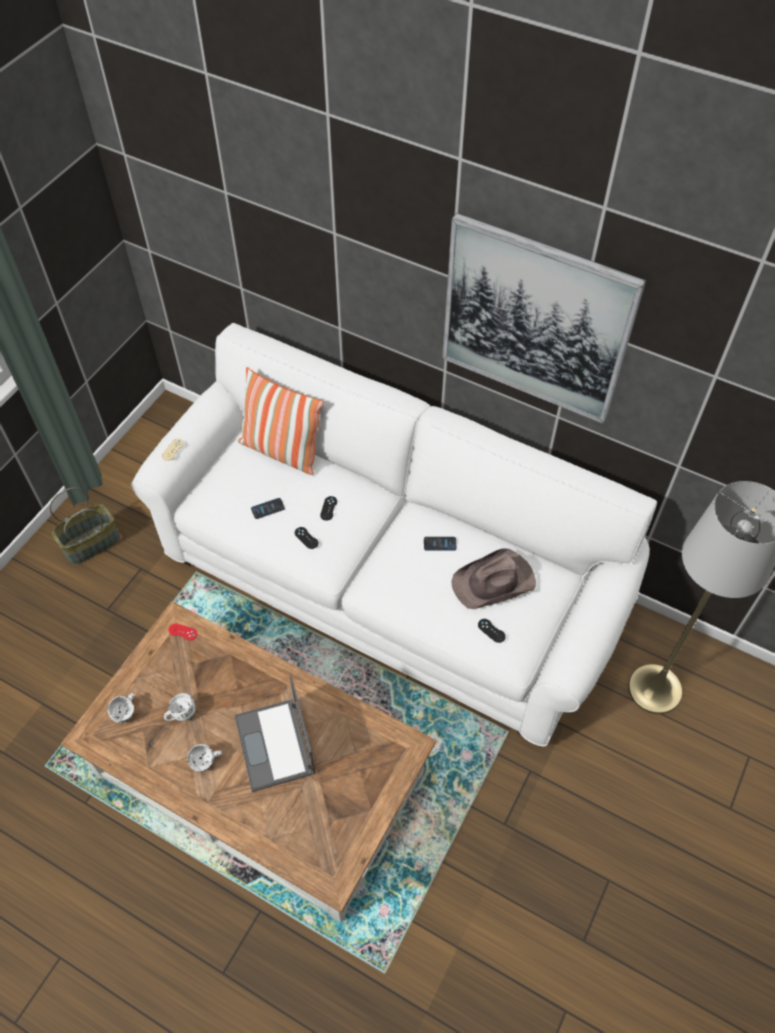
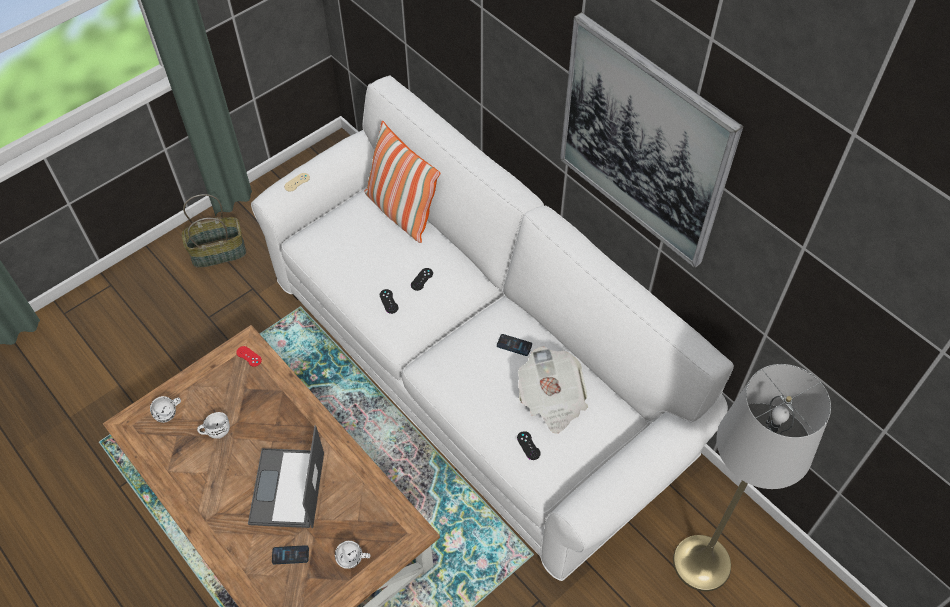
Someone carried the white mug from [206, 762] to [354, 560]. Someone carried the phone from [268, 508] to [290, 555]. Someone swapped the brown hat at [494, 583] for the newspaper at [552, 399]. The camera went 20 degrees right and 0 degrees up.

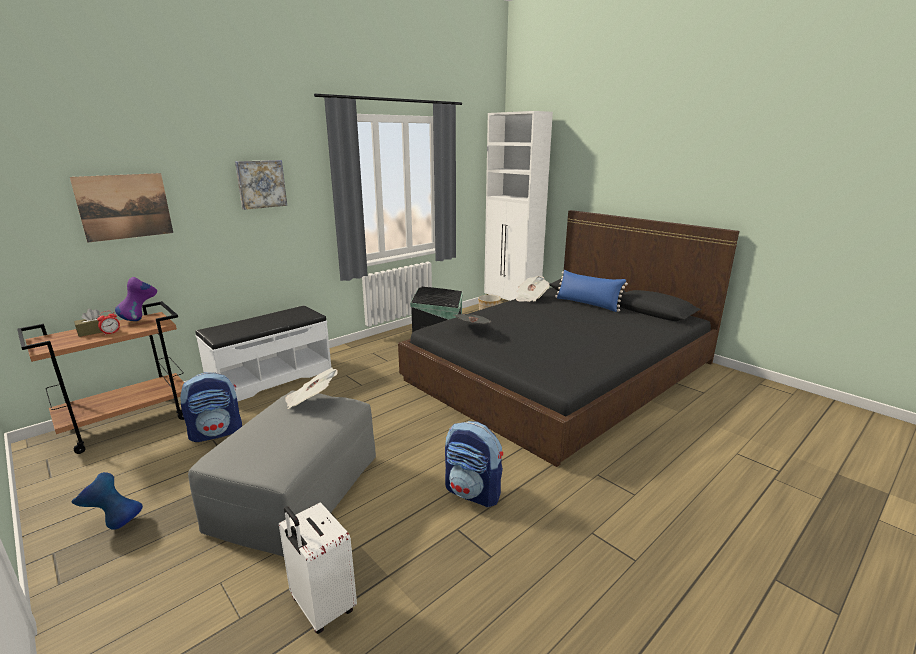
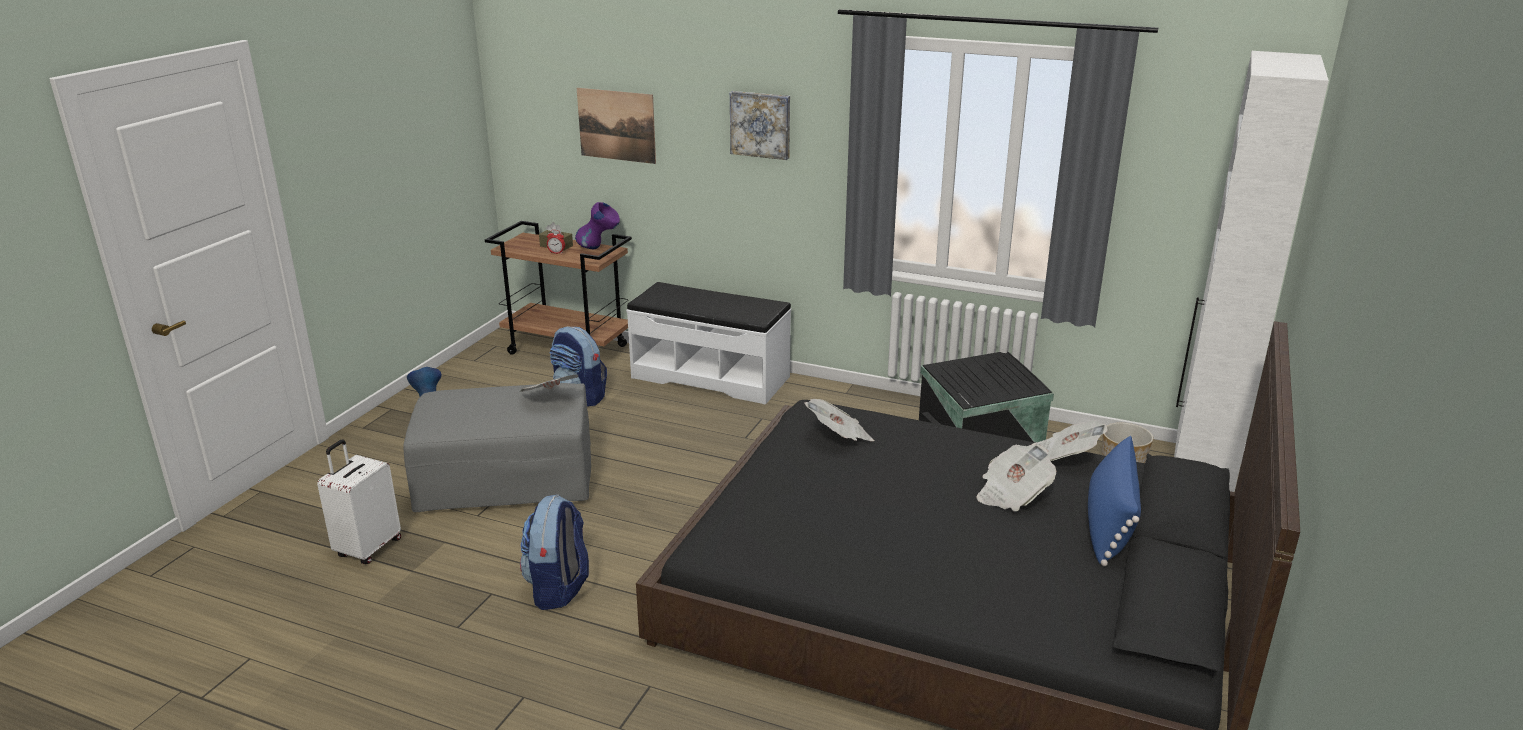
Someone put down the newspaper at [1012, 494]. The camera went 65 degrees right and 5 degrees up.

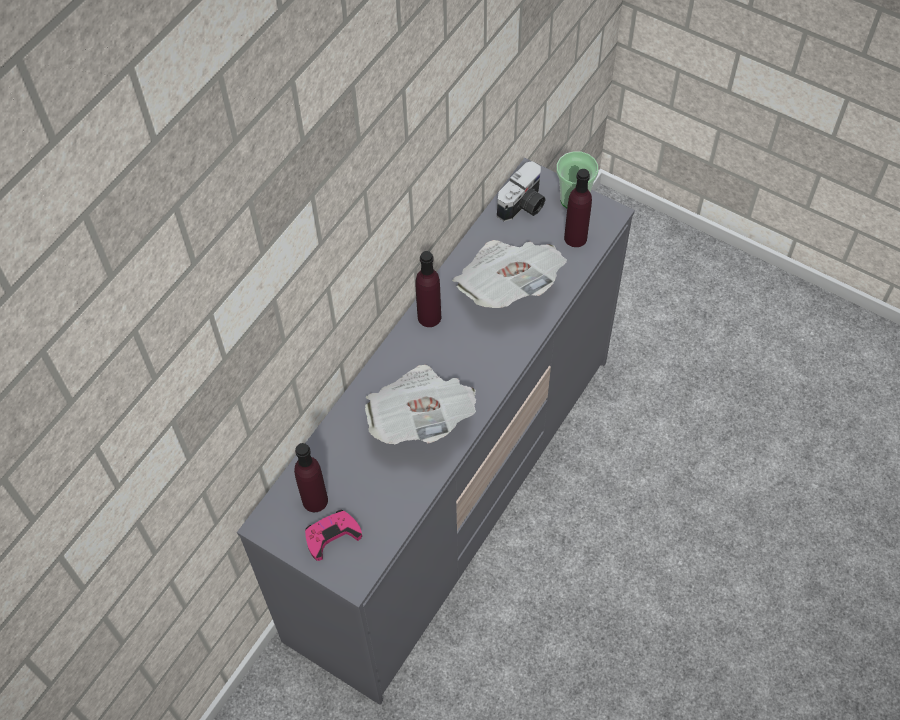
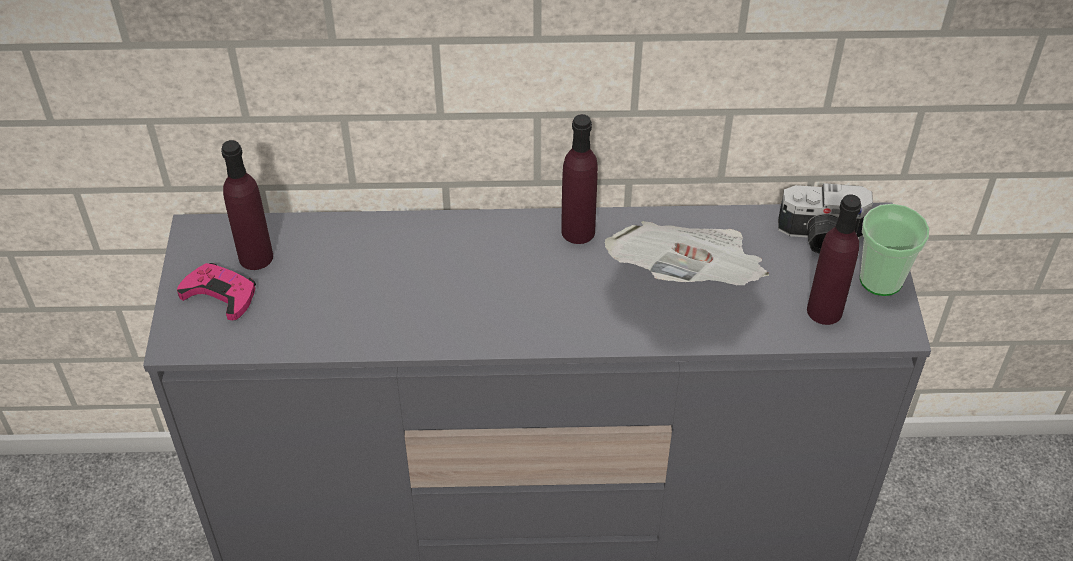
Someone took away the newspaper at [420, 418]. The camera went 55 degrees right and 10 degrees down.

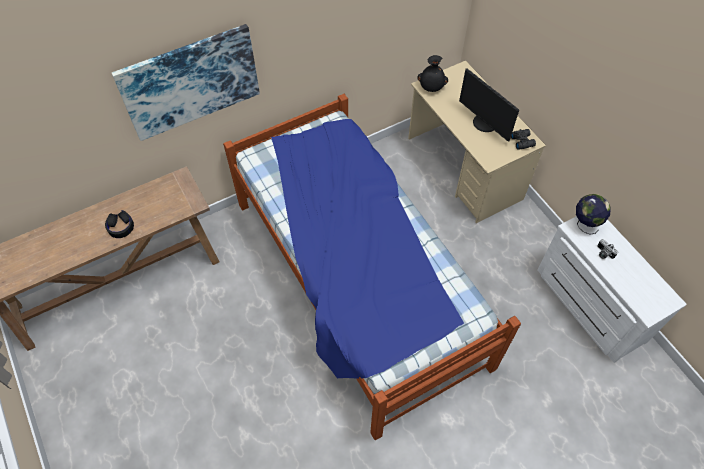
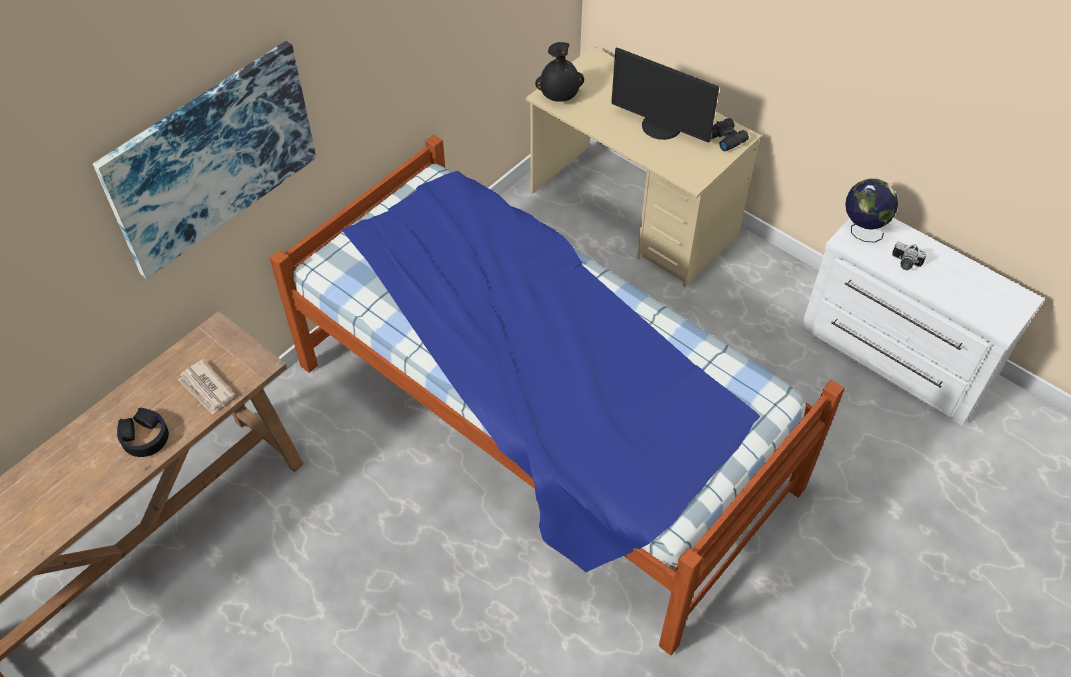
Someone put down the newspaper at [207, 389]. The camera went 20 degrees left and 5 degrees down.

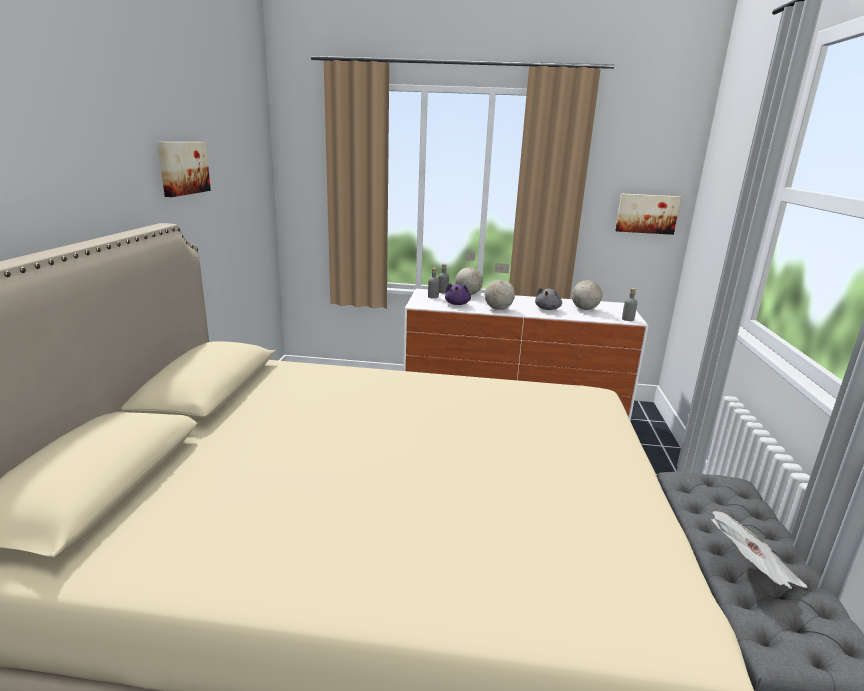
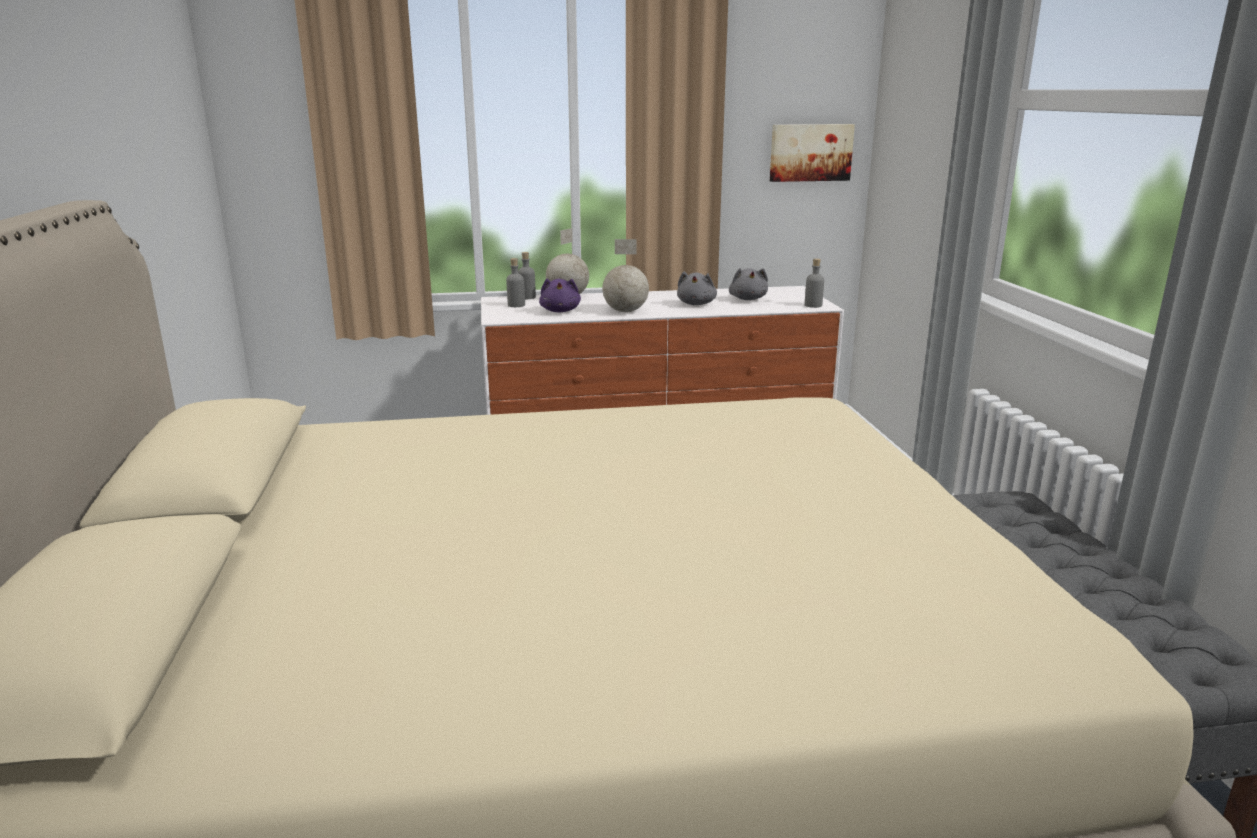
Someone took away the picture at [182, 168]. Someone swapped the globe at [585, 309] for the grey plush toy at [748, 299]. Someone took away the newspaper at [751, 570]. The camera went 15 degrees left and 0 degrees up.

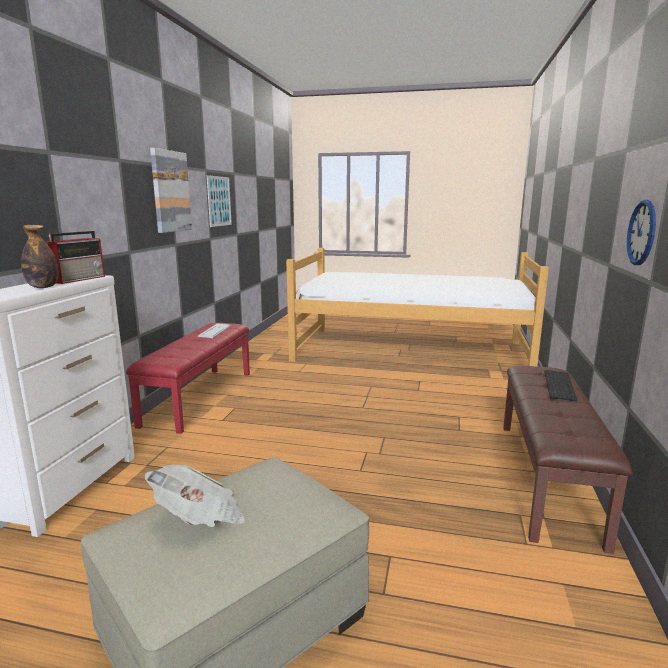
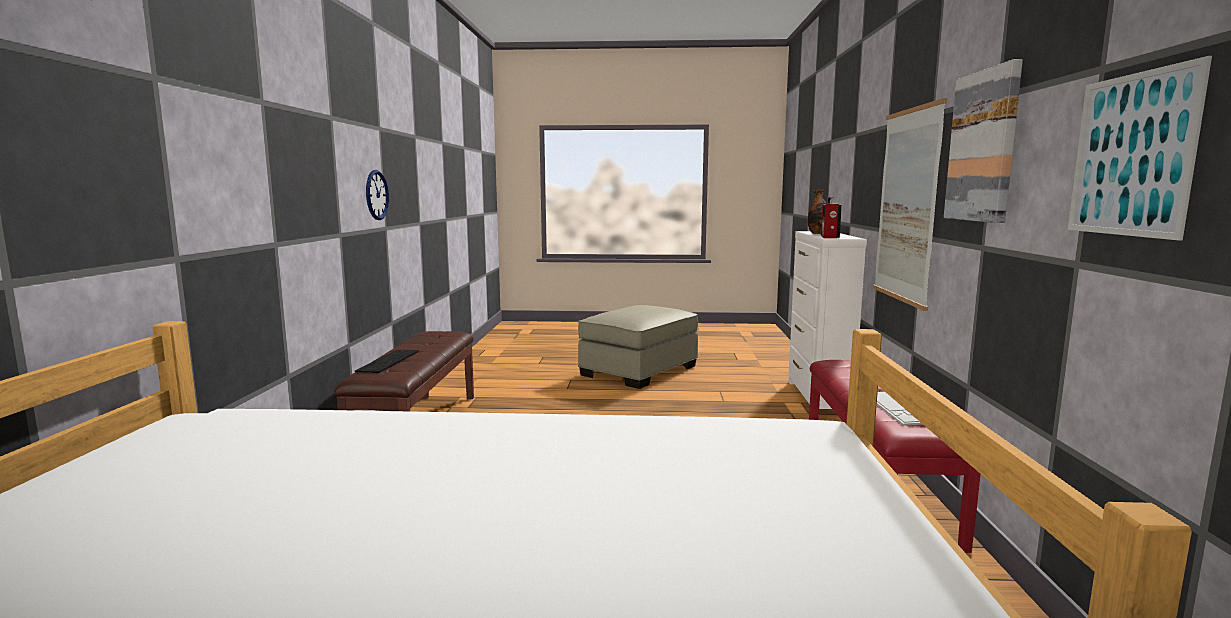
Someone took away the newspaper at [199, 517]. Someone put up the picture at [907, 205]. The camera went 170 degrees right and 5 degrees down.

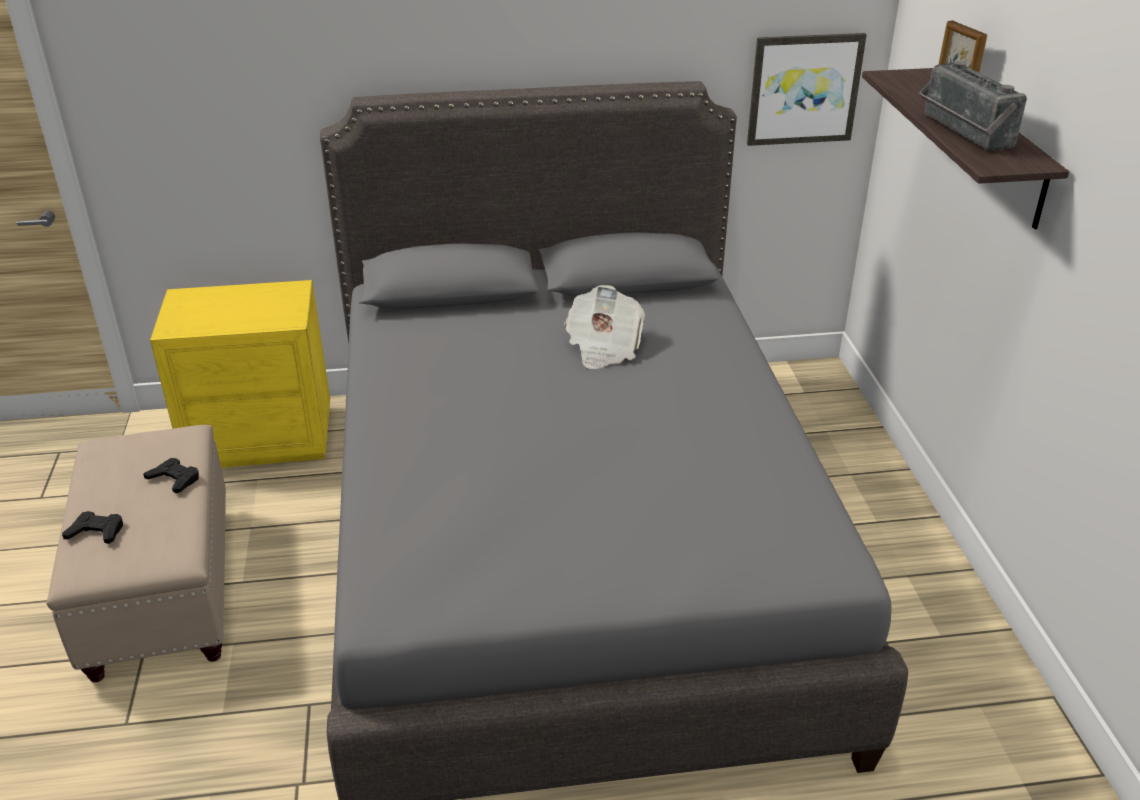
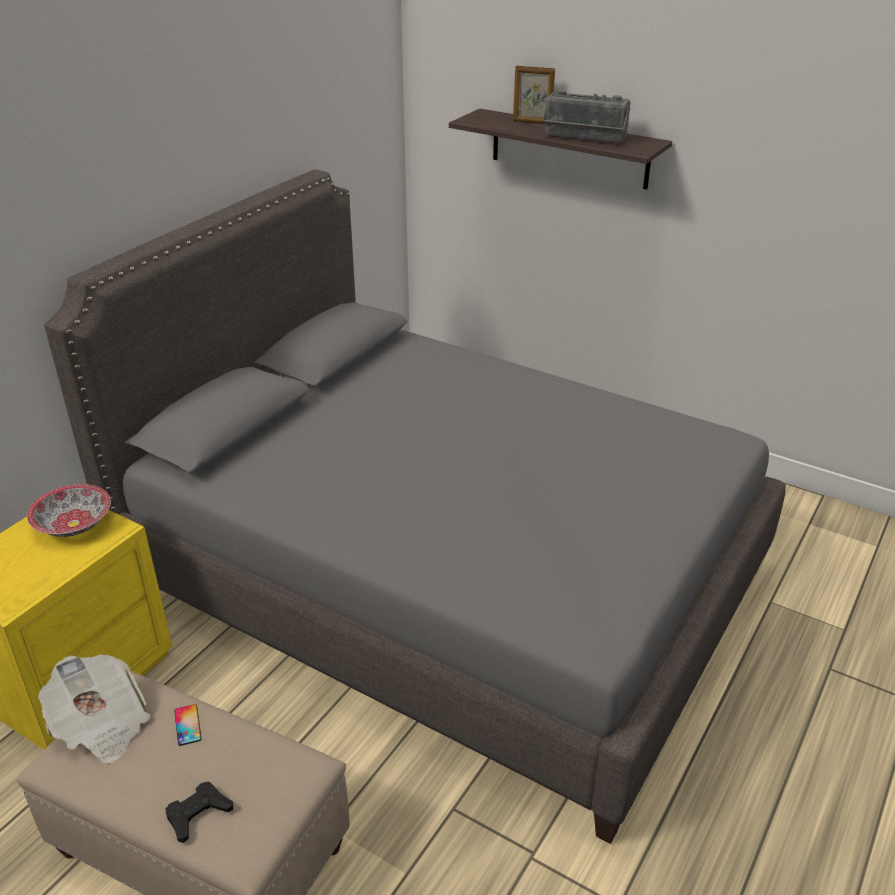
Someone swapped the black game controller at [174, 479] for the phone at [187, 725]. Someone carried the newspaper from [603, 347] to [100, 725]. Someone took away the picture at [804, 89]. Someone put down the bowl at [73, 525]. The camera went 50 degrees left and 0 degrees up.

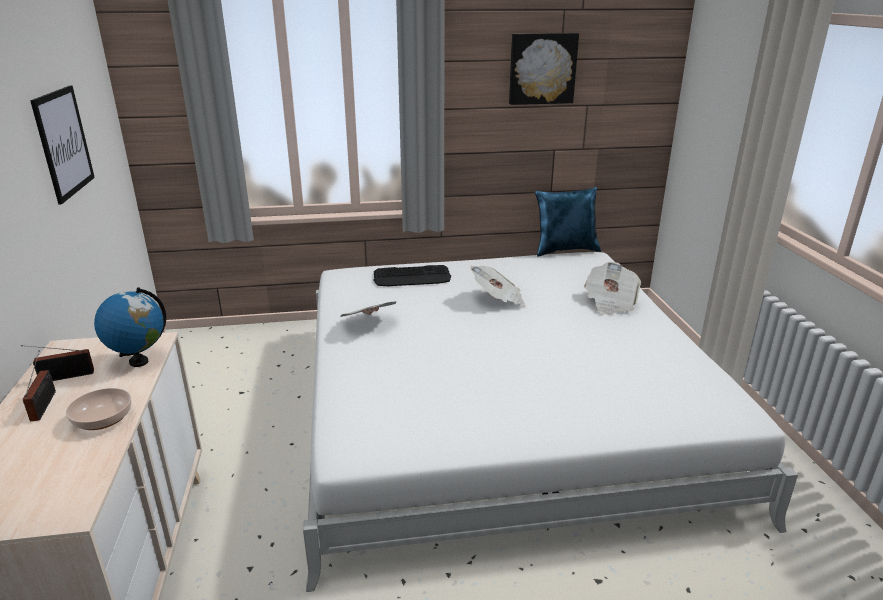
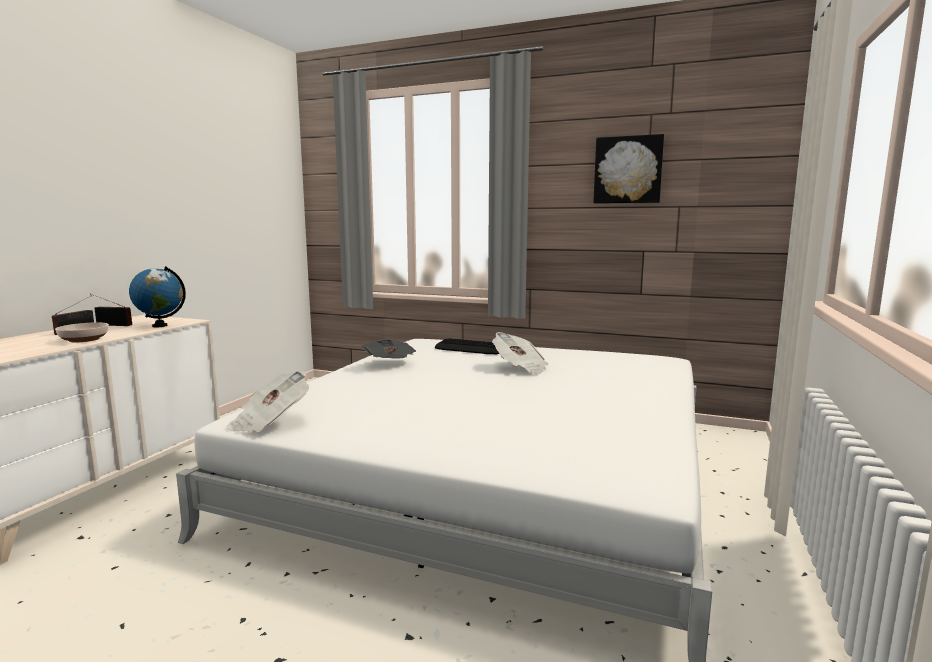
Someone took away the picture at [64, 143]. Someone took away the blue pillow at [565, 250]. Someone carried the newspaper from [610, 303] to [270, 422]. The camera went 30 degrees right and 15 degrees down.

